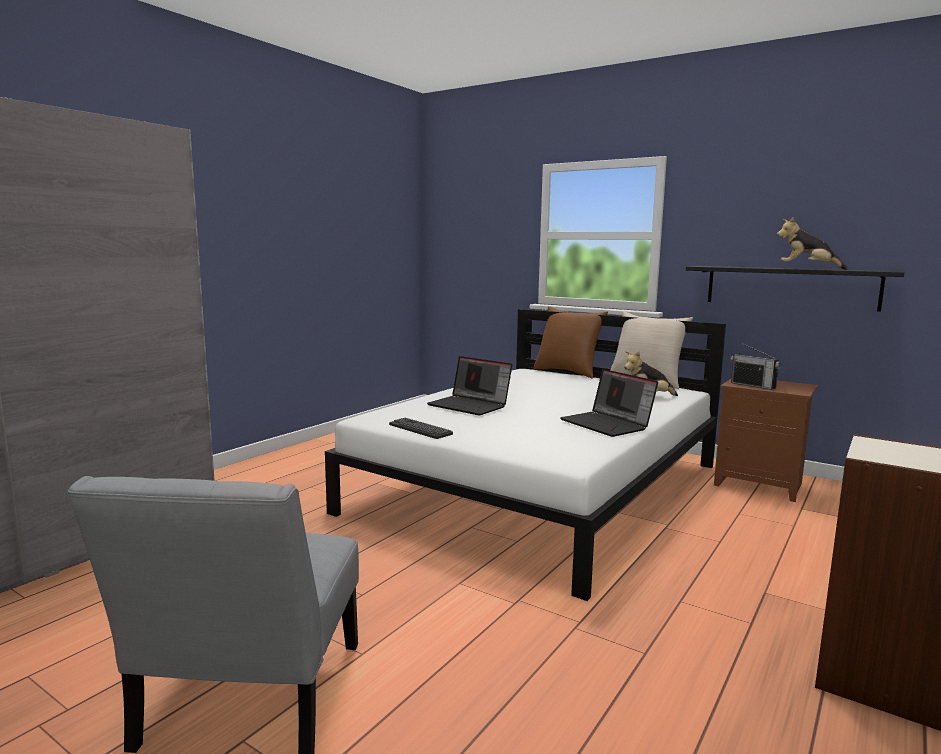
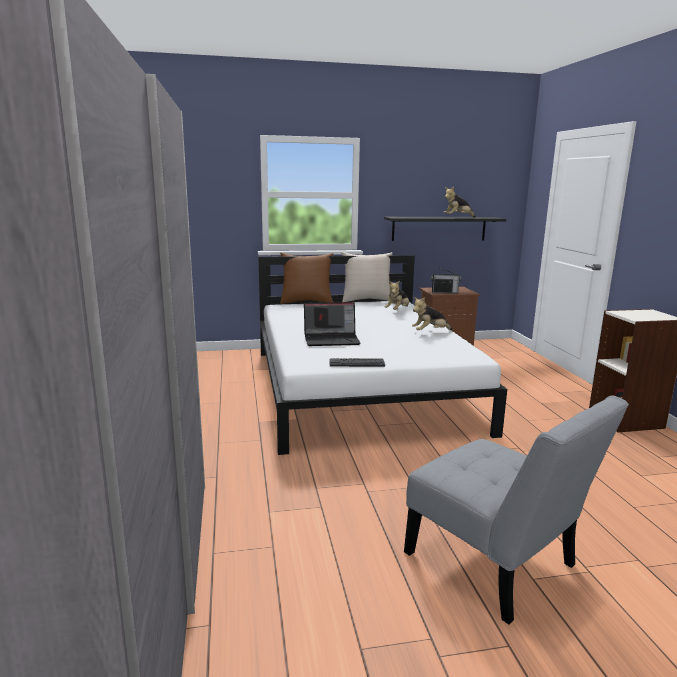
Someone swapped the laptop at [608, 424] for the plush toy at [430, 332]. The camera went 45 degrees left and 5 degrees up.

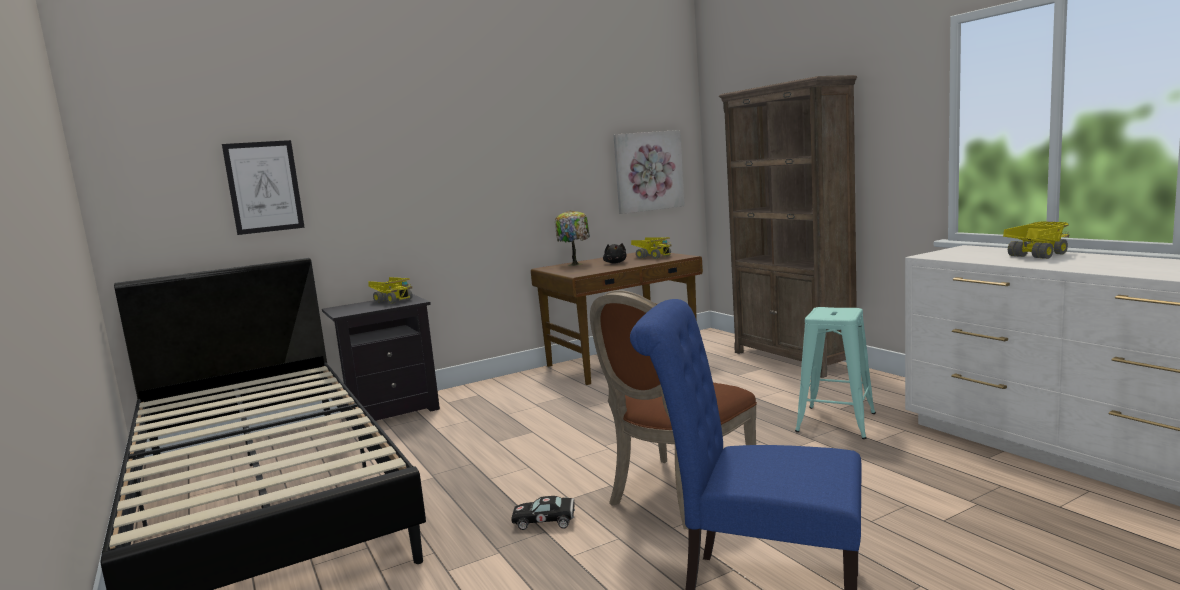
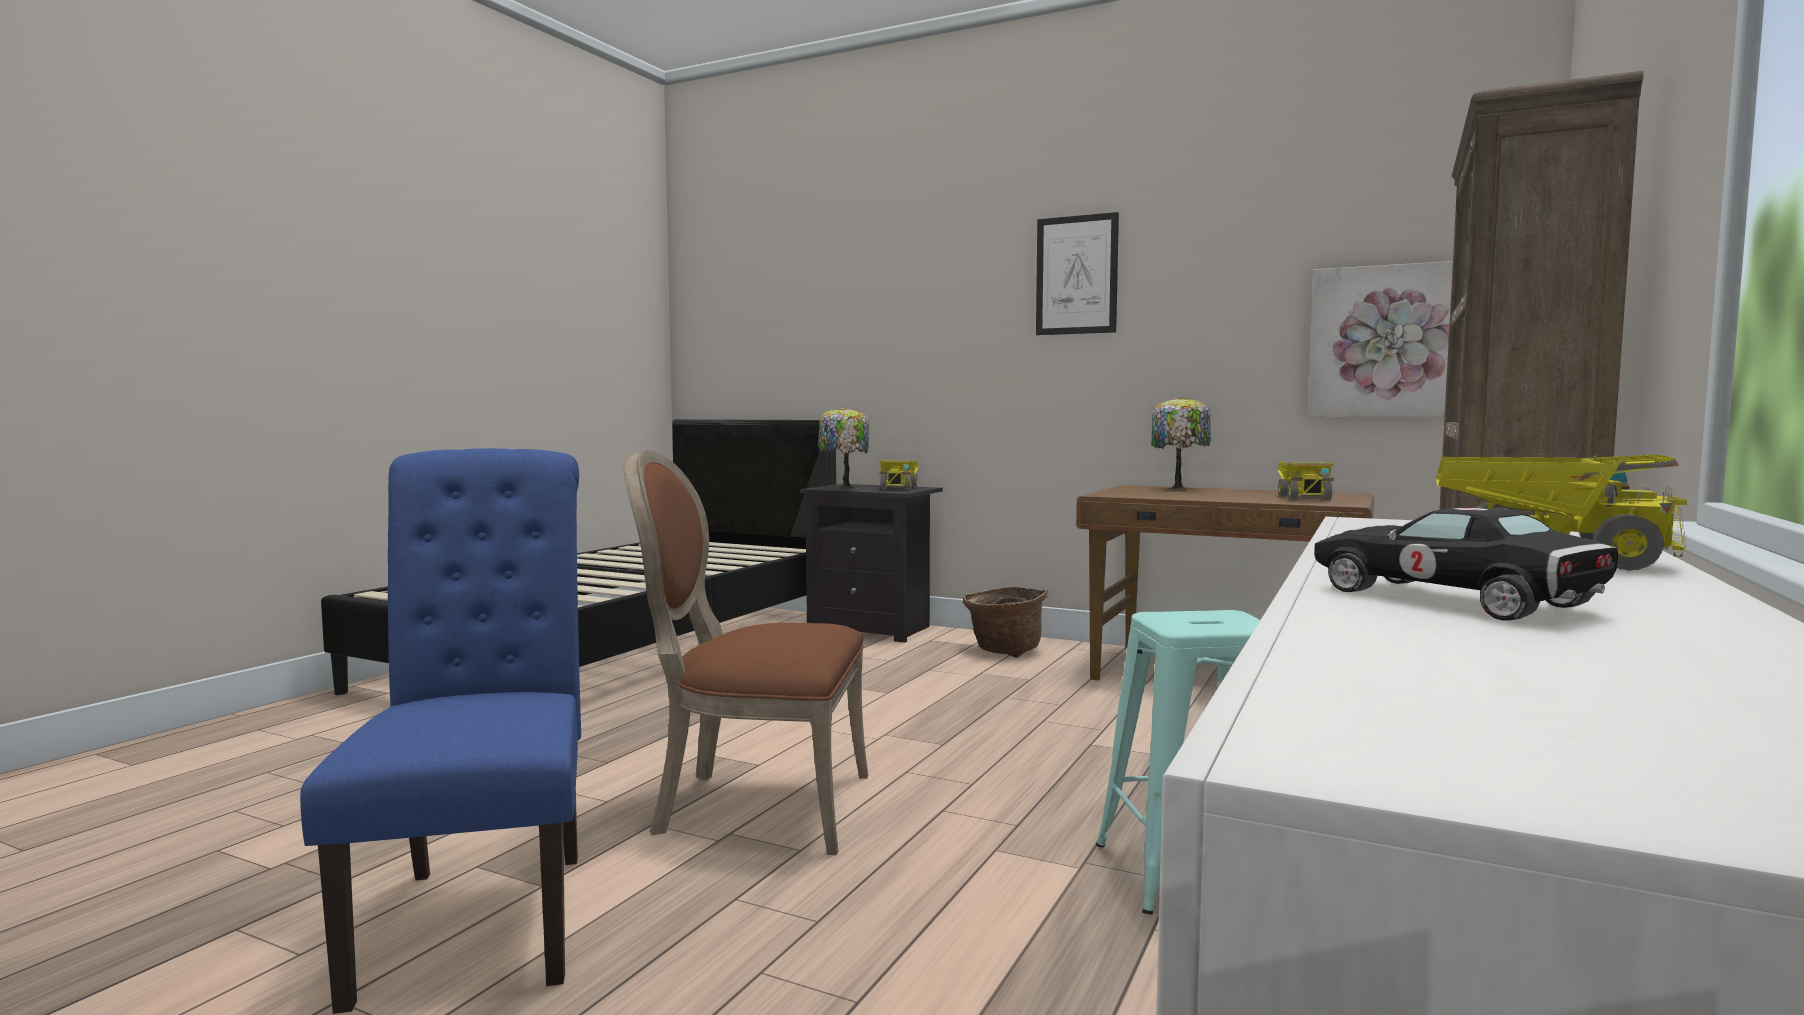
Someone carried the picture from [264, 187] to [1076, 275]. Someone carried the black toy car from [547, 521] to [1462, 600]. Someone took away the black plush toy at [615, 263]. Someone put down the table lamp at [844, 489]. Someone put down the basket at [1004, 651]. The camera went 55 degrees right and 5 degrees down.

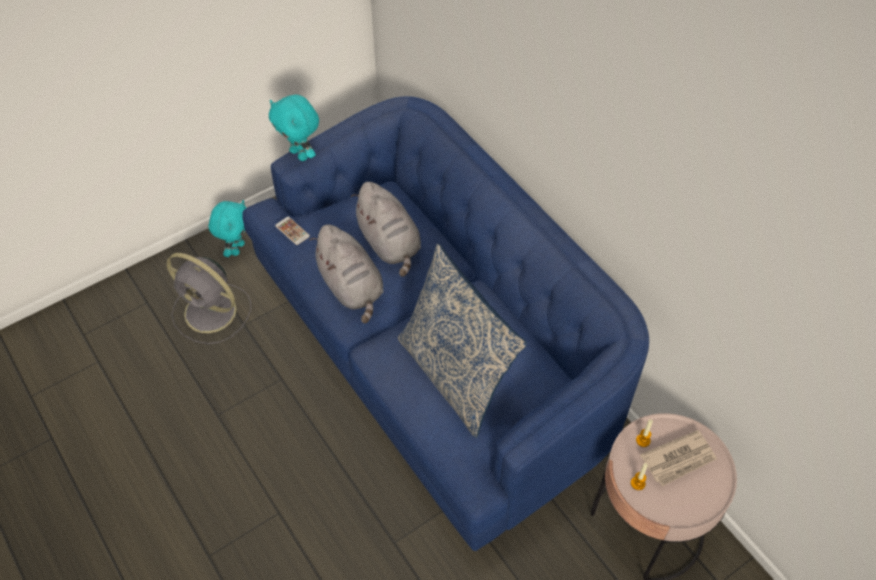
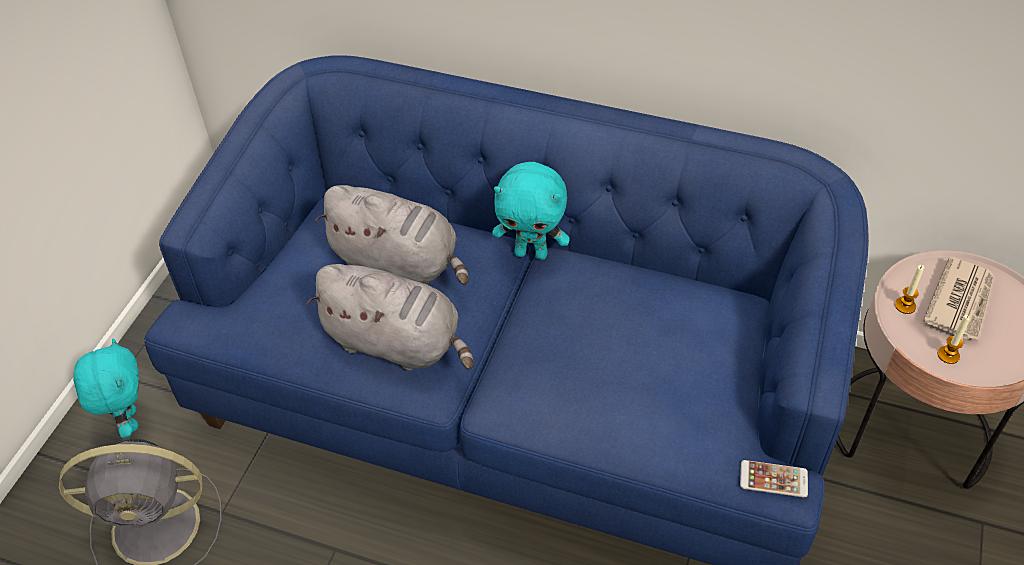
Someone carried the turquoise plush toy from [300, 154] to [531, 253]. Someone carried the phone from [292, 231] to [773, 479]. Someone took away the pillow at [456, 375]. The camera went 35 degrees left and 5 degrees down.

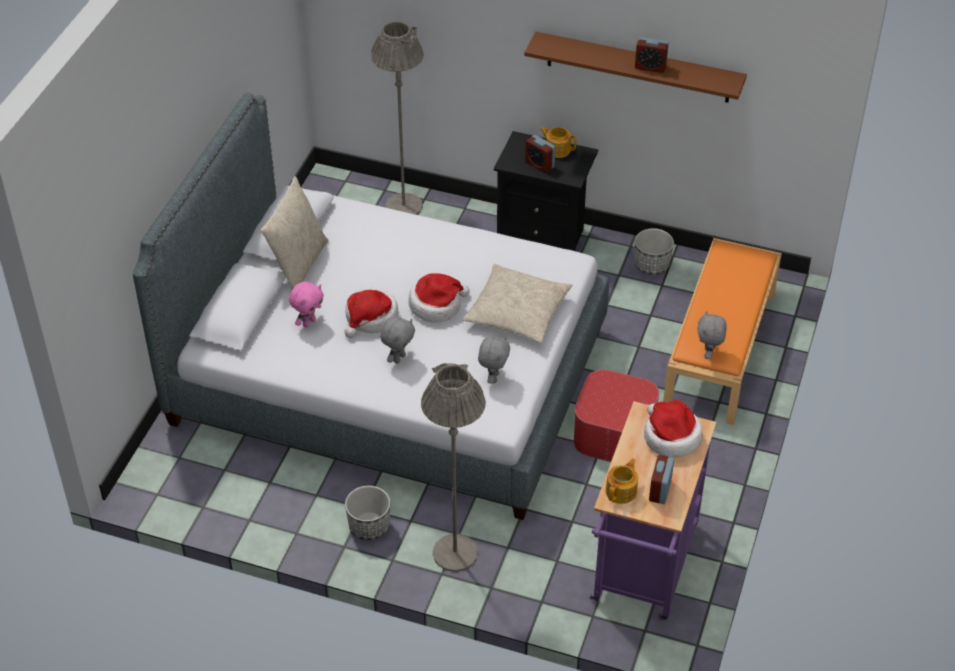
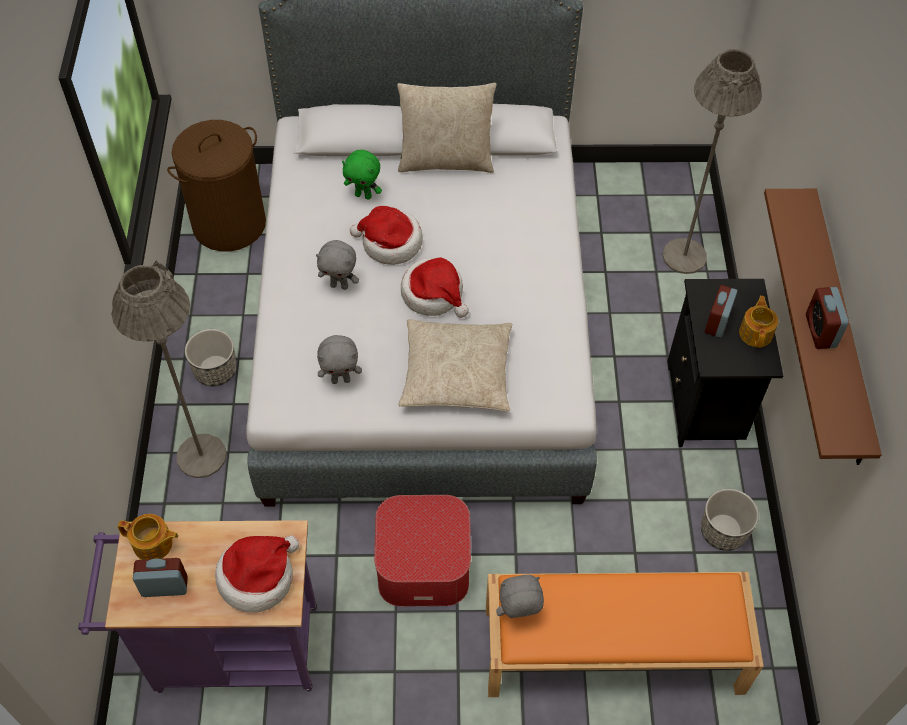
Someone repainted the pink plush toy at [308, 322], which became the green plush toy at [364, 195]. Someone put down the brown laundry basket at [229, 224]. The camera went 70 degrees right and 10 degrees up.

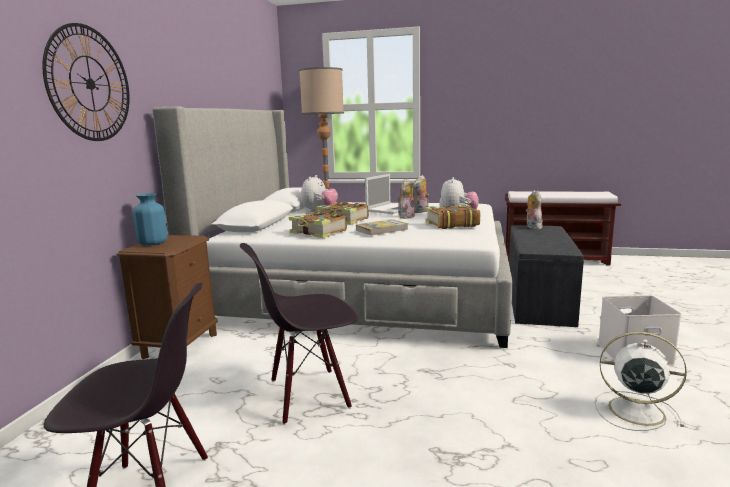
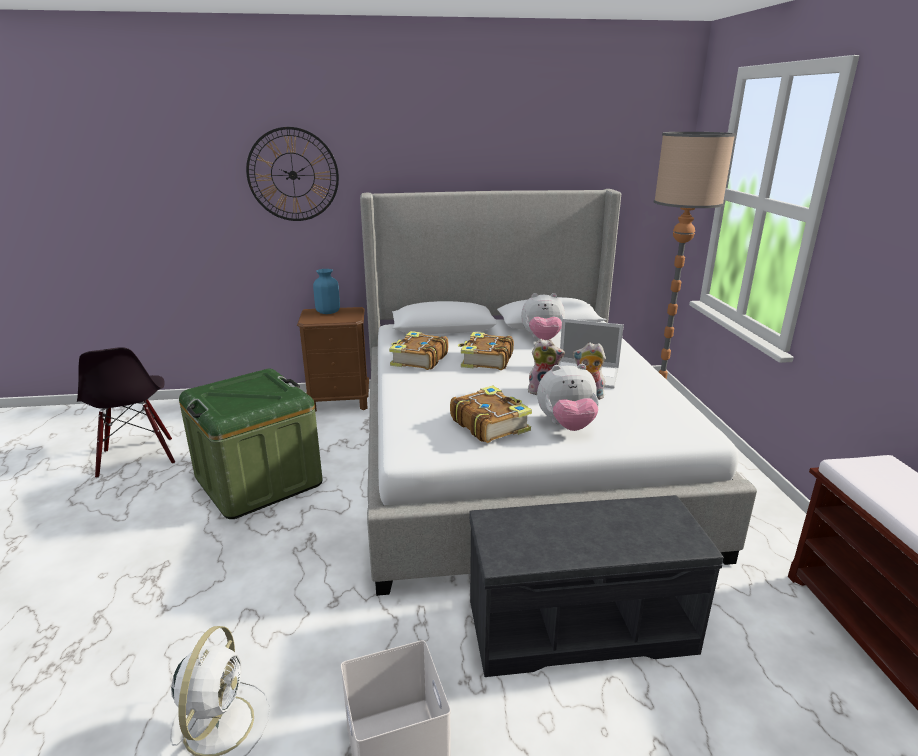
Someone swapped the black chair at [308, 394] for the green storage box at [258, 481]. Someone took away the book at [382, 229]. Someone took away the plush toy at [532, 227]. The camera went 70 degrees right and 10 degrees up.

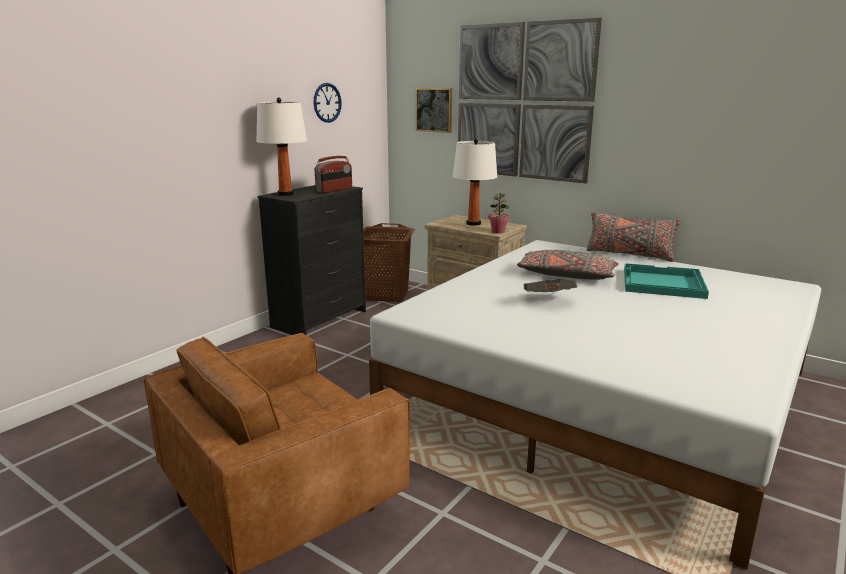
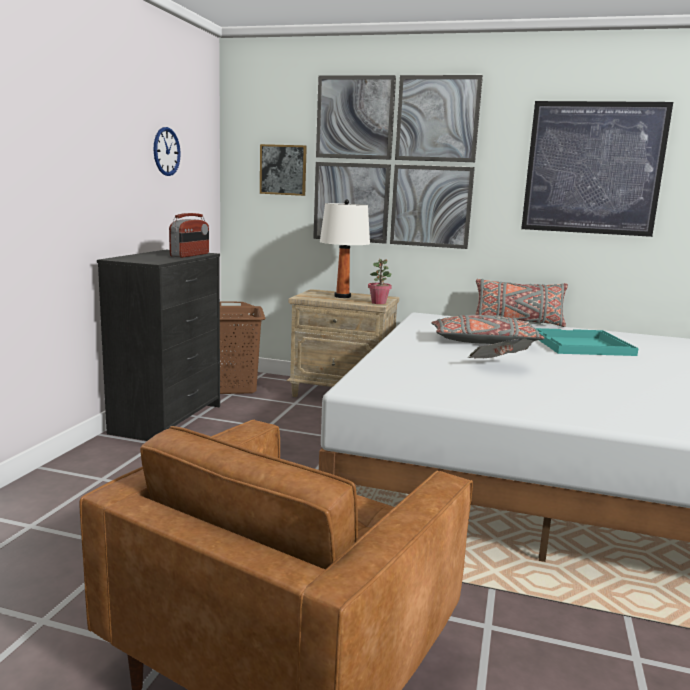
Someone took away the white table lamp at [285, 194]. Someone put up the picture at [593, 168]. The camera went 20 degrees left and 5 degrees down.

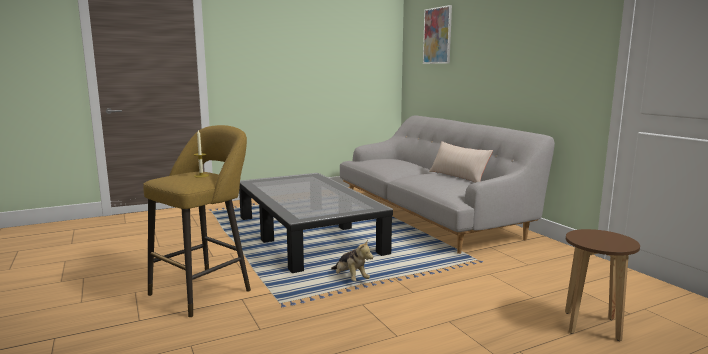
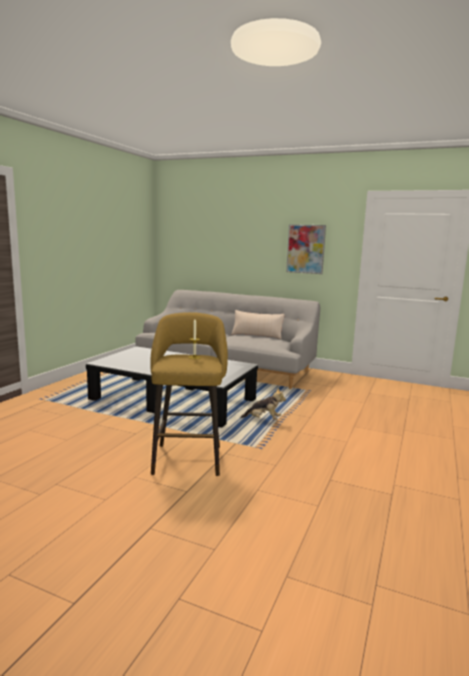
Someone carried the picture from [437, 35] to [305, 249]. Someone took away the brown stool at [592, 326]. The camera went 40 degrees left and 0 degrees up.

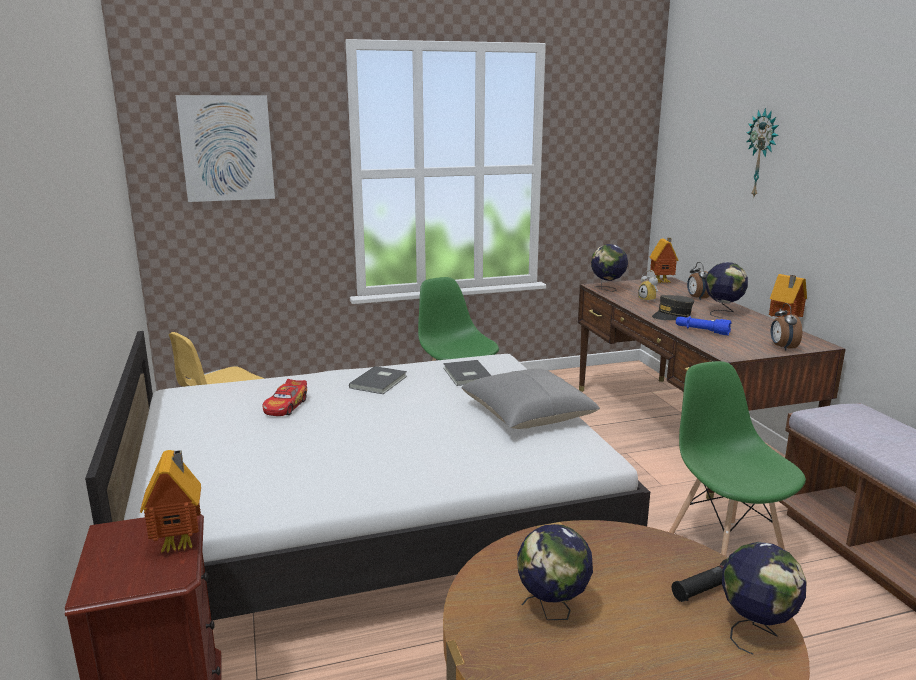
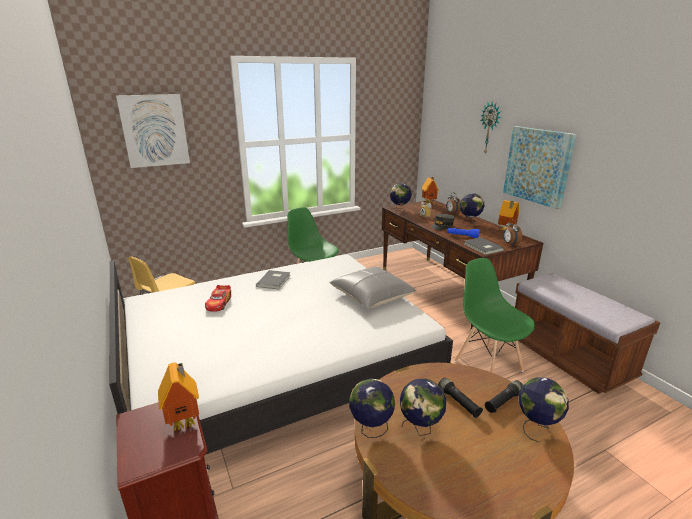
Someone carried the grey book from [466, 375] to [483, 247]. Someone put down the globe at [371, 429]. Someone put down the black flashlight at [458, 402]. Someone put up the picture at [537, 166]. The camera went 10 degrees left and 5 degrees up.

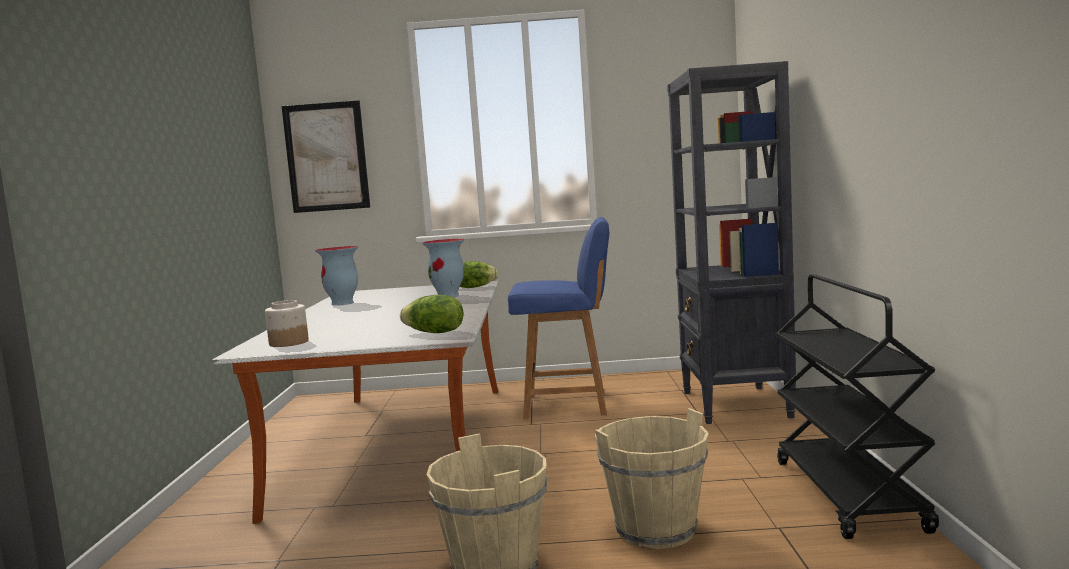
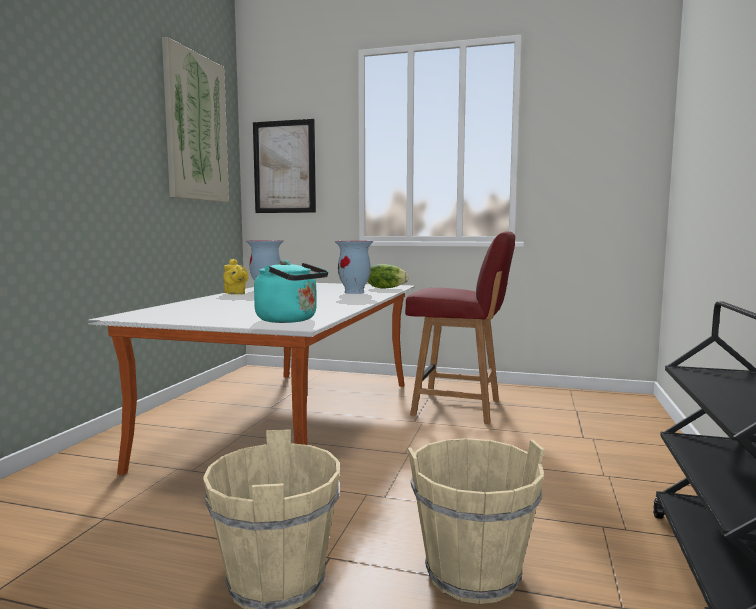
Someone took away the jar at [288, 343]. Someone swapped the lettuce at [434, 333] for the turquoise kettle at [290, 320]. Someone repainted the blue chair at [568, 405], which became the red chair at [459, 408]. Someone took away the black bookcase at [735, 405]. Someone put up the picture at [196, 128]. Someone put down the yellow teapot at [235, 294]. The camera went 15 degrees right and 0 degrees up.

